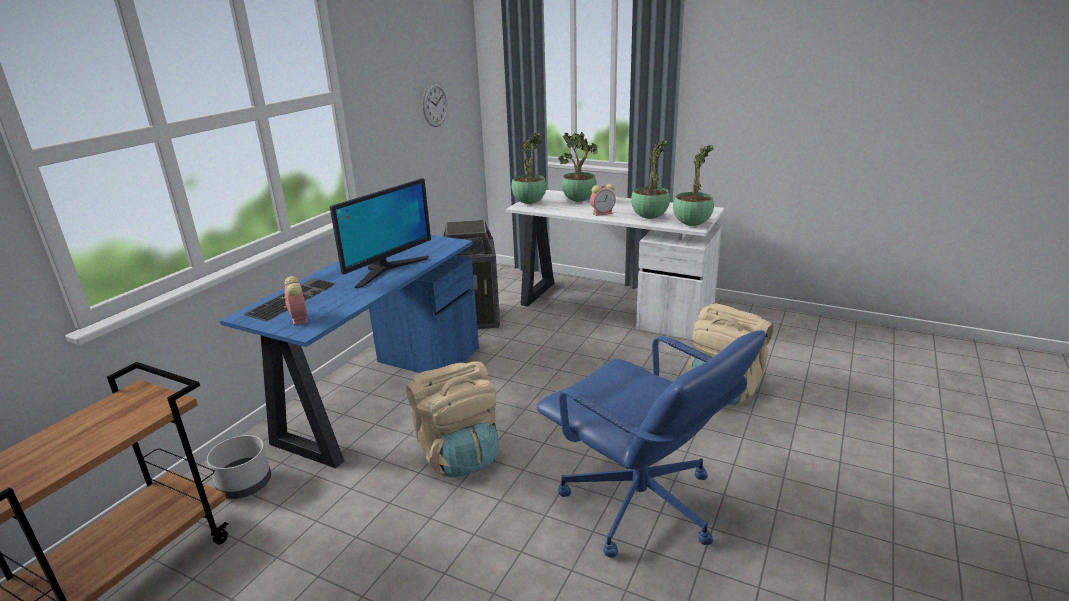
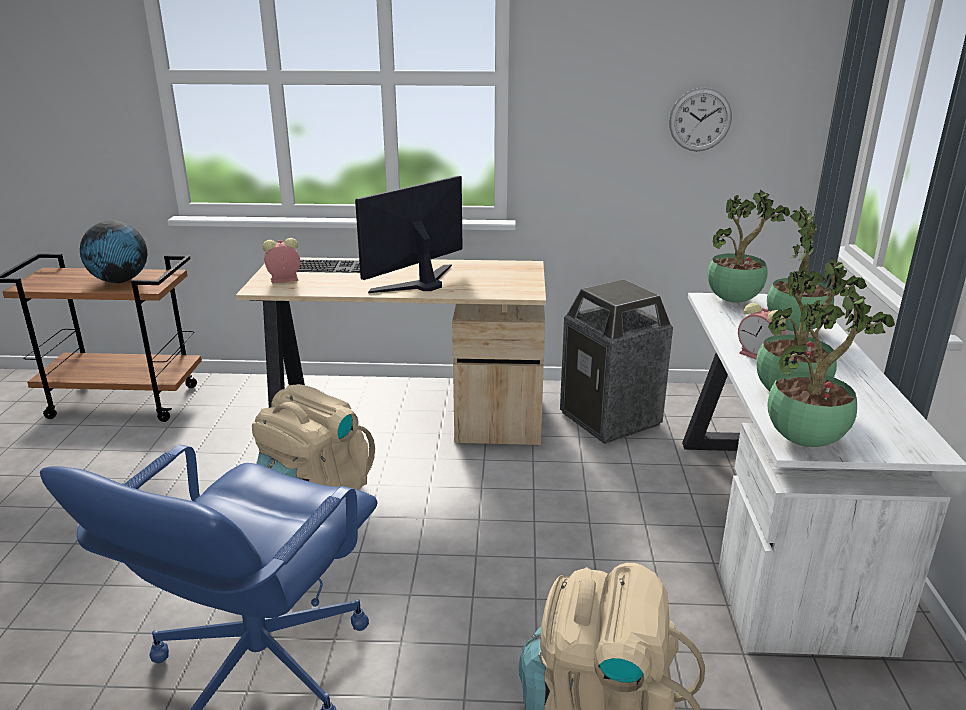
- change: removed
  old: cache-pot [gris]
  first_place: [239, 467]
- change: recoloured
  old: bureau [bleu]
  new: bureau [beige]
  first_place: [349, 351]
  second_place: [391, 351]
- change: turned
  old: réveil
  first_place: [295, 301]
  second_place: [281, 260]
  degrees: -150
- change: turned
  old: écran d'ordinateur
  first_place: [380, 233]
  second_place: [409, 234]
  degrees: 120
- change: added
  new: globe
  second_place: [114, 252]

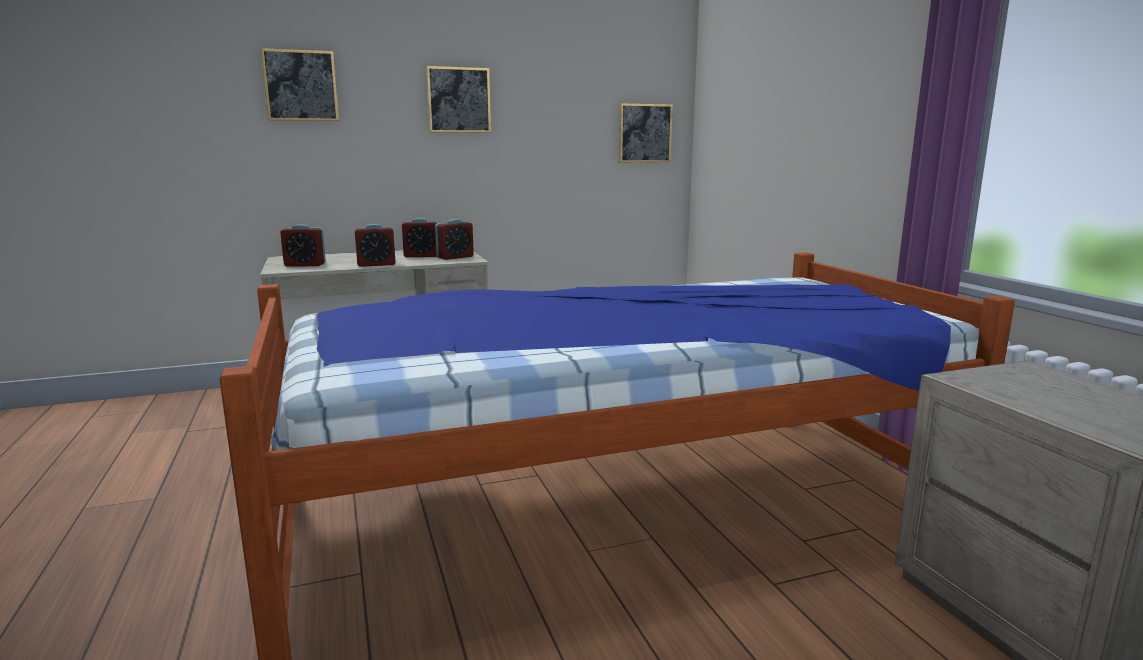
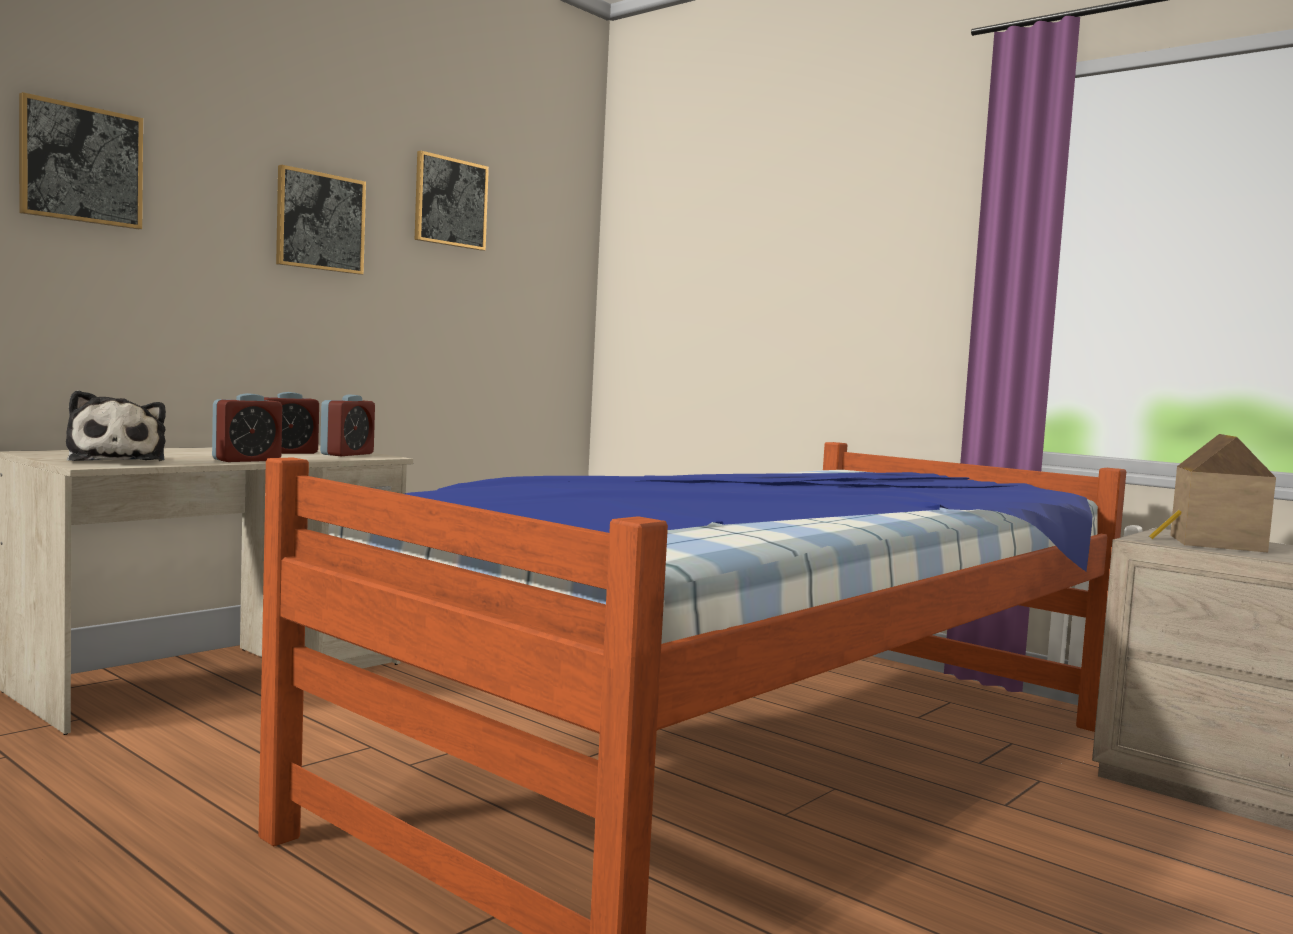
- change: replaced
  old: réveil
  new: peluche
  first_place: [303, 245]
  second_place: [116, 425]
- change: moved
  old: tableau
  first_place: [646, 132]
  second_place: [452, 201]
- change: added
  new: maison miniature
  second_place: [1212, 493]

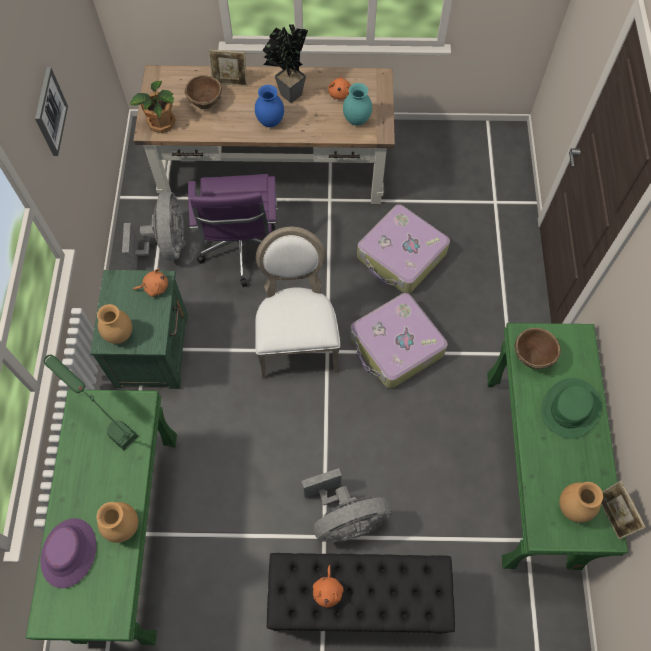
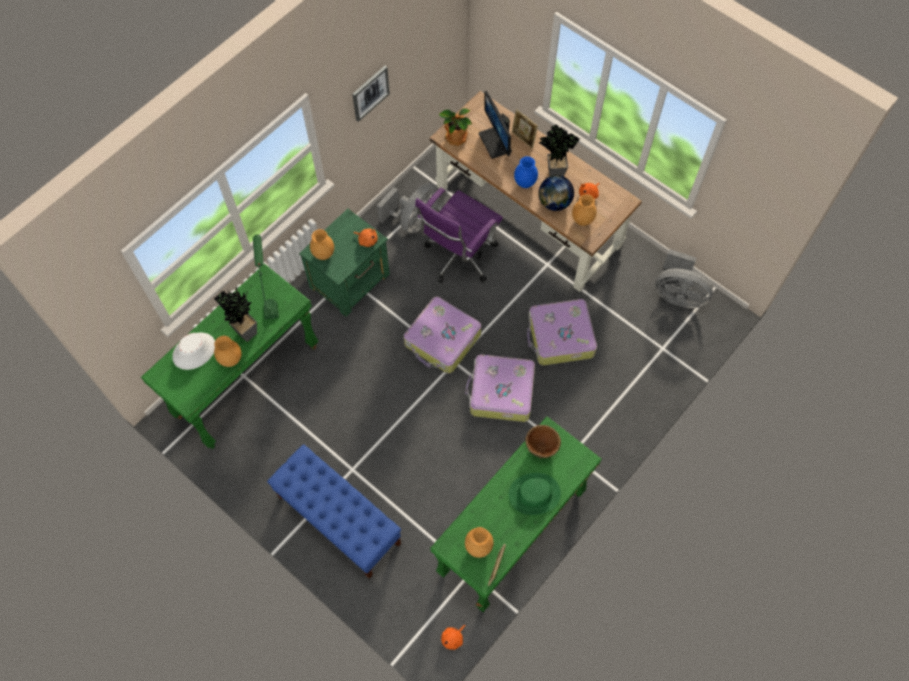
- change: recoloured
  old: chapeau [violet]
  new: chapeau [blanc]
  first_place: [68, 553]
  second_place: [193, 351]
- change: replaced
  old: bol [marron]
  new: écran d'ordinateur
  first_place: [203, 92]
  second_place: [495, 125]
- change: replaced
  old: chaise [blanc]
  new: valise
  first_place: [297, 303]
  second_place: [442, 335]
- change: recoloured
  old: banc [noir]
  new: banc [bleu]
  first_place: [361, 593]
  second_place: [334, 511]
- change: moved
  old: ventilateur [gris]
  first_place: [346, 505]
  second_place: [684, 278]
- change: moved
  old: peluche [orange]
  first_place: [328, 586]
  second_place: [453, 637]
- change: recoloured
  old: vase [turquoise]
  new: vase [marron]
  first_place: [357, 104]
  second_place: [584, 210]
- change: added
  new: plante en pot
  second_place: [235, 315]
- change: added
  new: globe
  second_place: [556, 193]

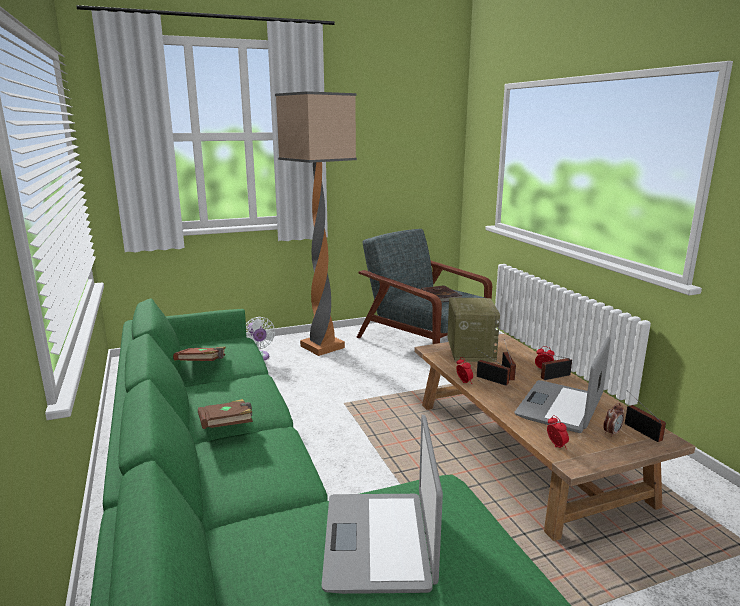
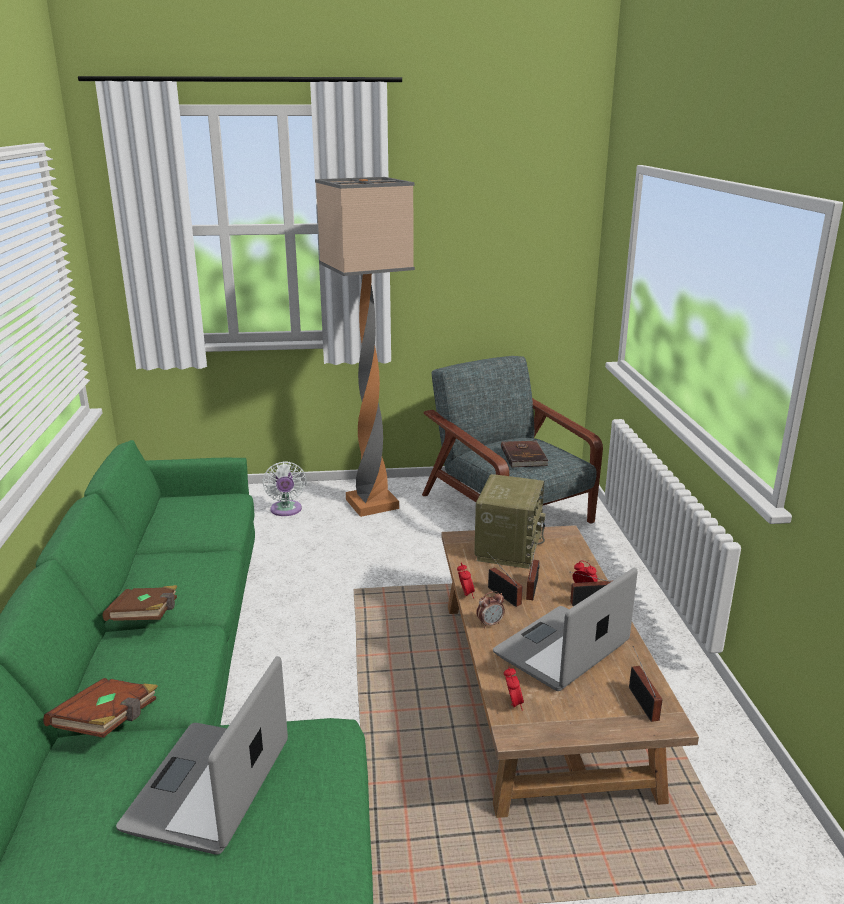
- change: moved
  old: livre [marron]
  first_place: [199, 354]
  second_place: [100, 708]
- change: moved
  old: réveil
  first_place: [613, 420]
  second_place: [490, 609]

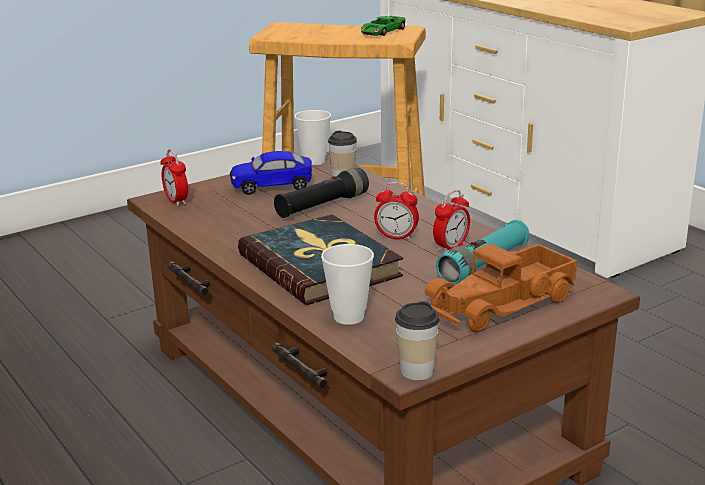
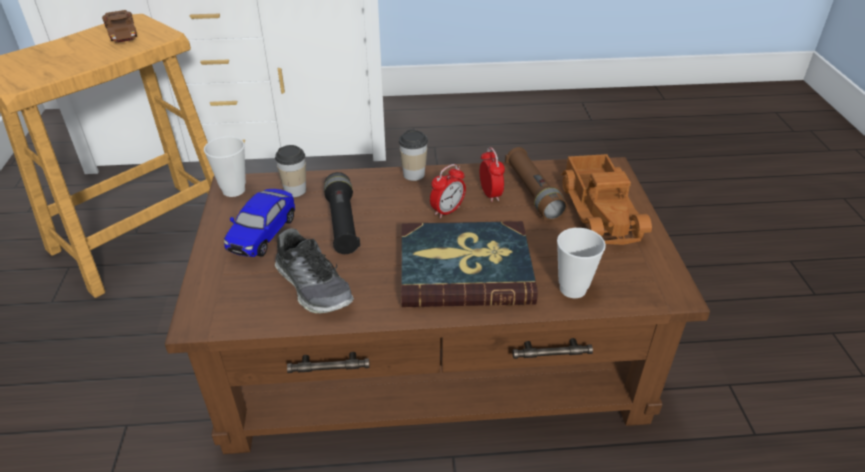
- change: removed
  old: réveil
  first_place: [174, 178]
- change: recoloured
  old: petite voiture [vert]
  new: petite voiture [marron]
  first_place: [383, 26]
  second_place: [119, 26]
- change: moved
  old: tasse
  first_place: [417, 340]
  second_place: [413, 155]
- change: recoloured
  old: lampe de poche [turquoise]
  new: lampe de poche [marron]
  first_place: [483, 252]
  second_place: [536, 184]
- change: added
  new: chaussure
  second_place: [314, 270]

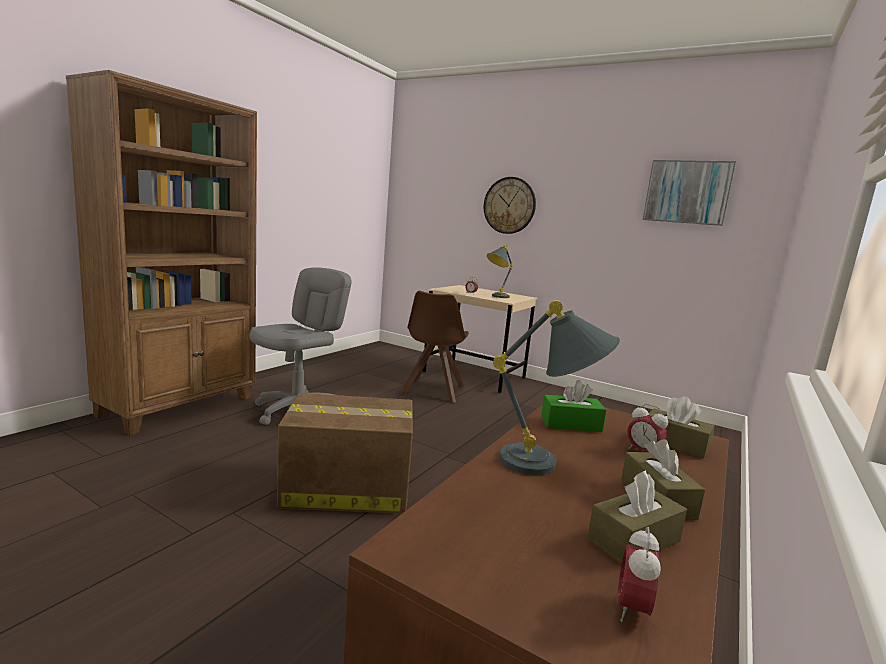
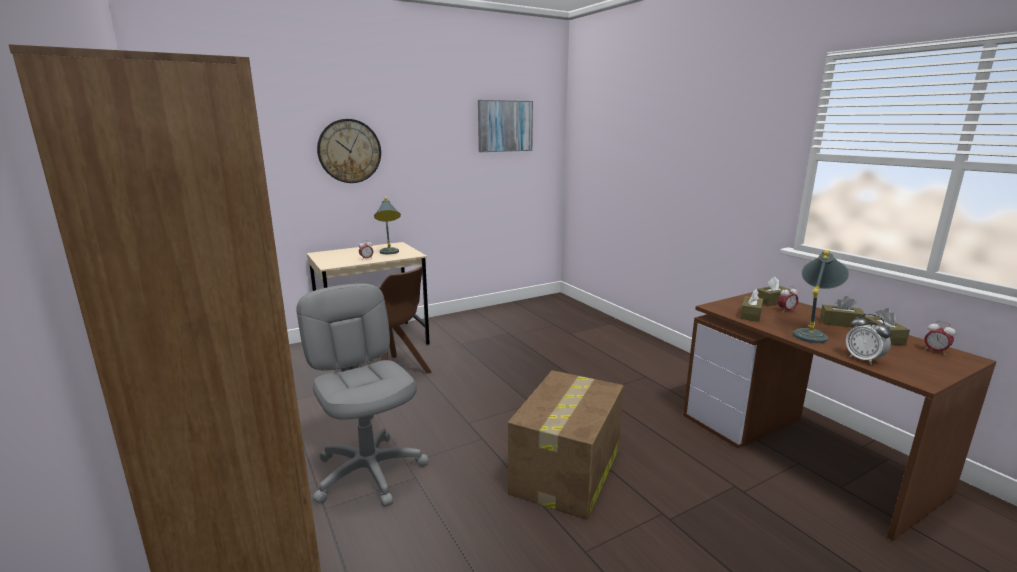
- change: recoloured
  old: boîte à mouchoirs [vert]
  new: boîte à mouchoirs [marron]
  first_place: [573, 406]
  second_place: [751, 305]
- change: added
  new: réveil
  second_place: [868, 339]

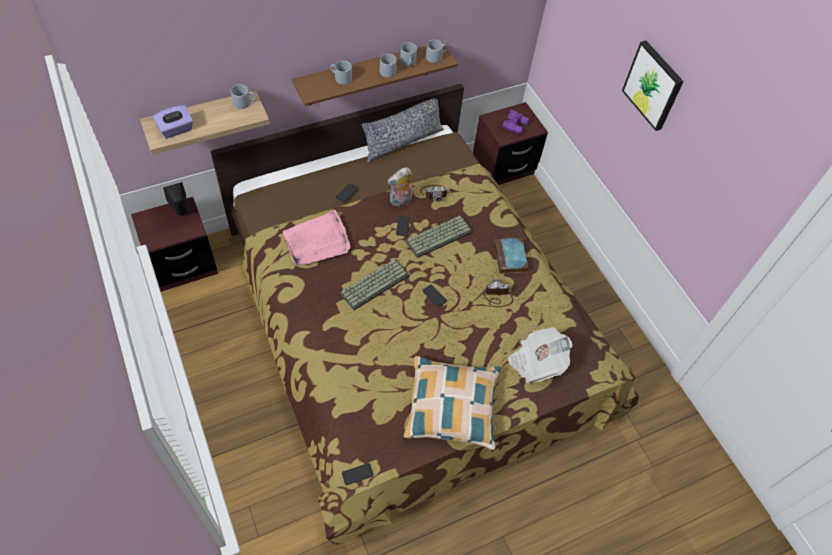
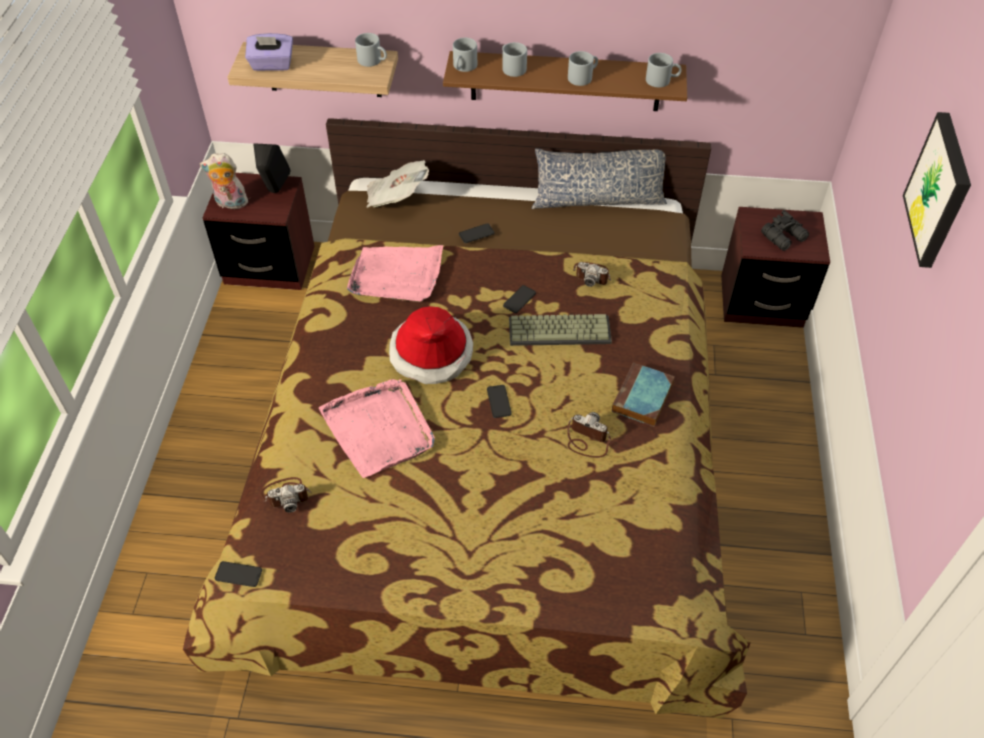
- change: replaced
  old: clavier
  new: chapeau
  first_place: [374, 284]
  second_place: [431, 345]
- change: moved
  old: peluche
  first_place: [400, 186]
  second_place: [224, 181]
- change: moved
  old: mug [gris]
  first_place: [408, 54]
  second_place: [465, 55]
- change: removed
  old: coussin
  first_place: [451, 403]
- change: recoloured
  old: jumelles [violet]
  new: jumelles [noir]
  first_place: [515, 122]
  second_place: [785, 230]
- change: moved
  old: journal
  first_place: [540, 355]
  second_place: [397, 184]
- change: added
  new: appareil photo
  second_place: [286, 495]
- change: added
  new: plateau [rose]
  second_place: [377, 428]

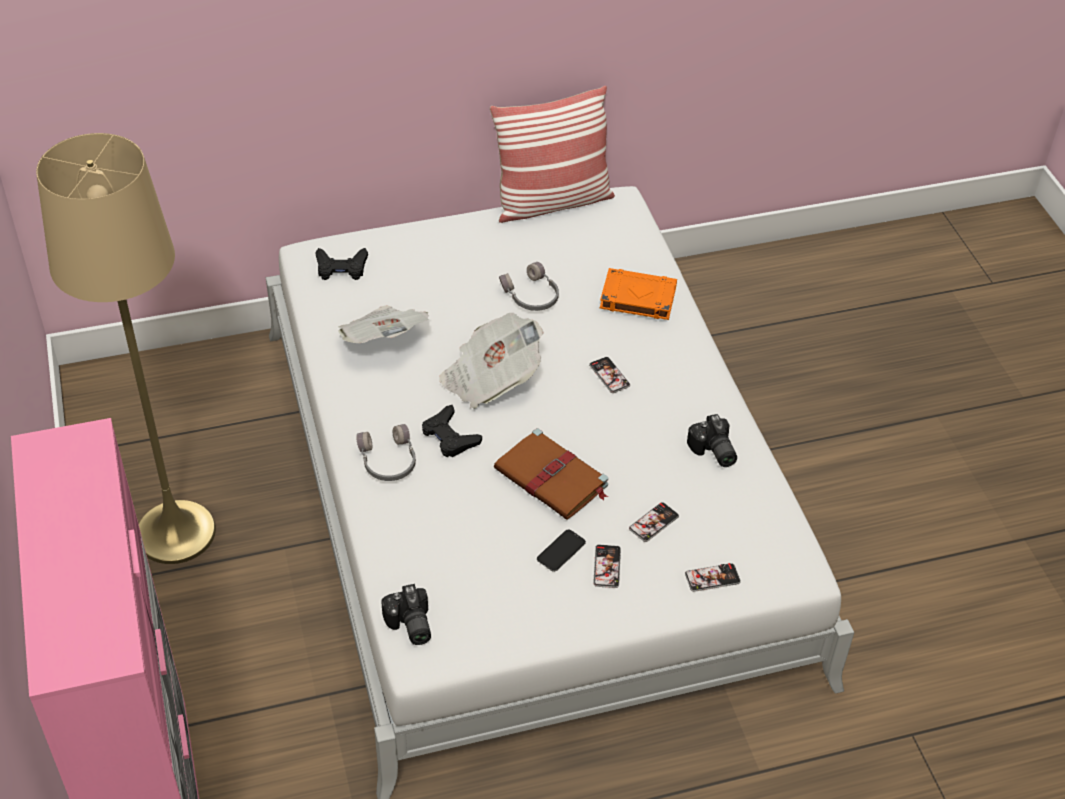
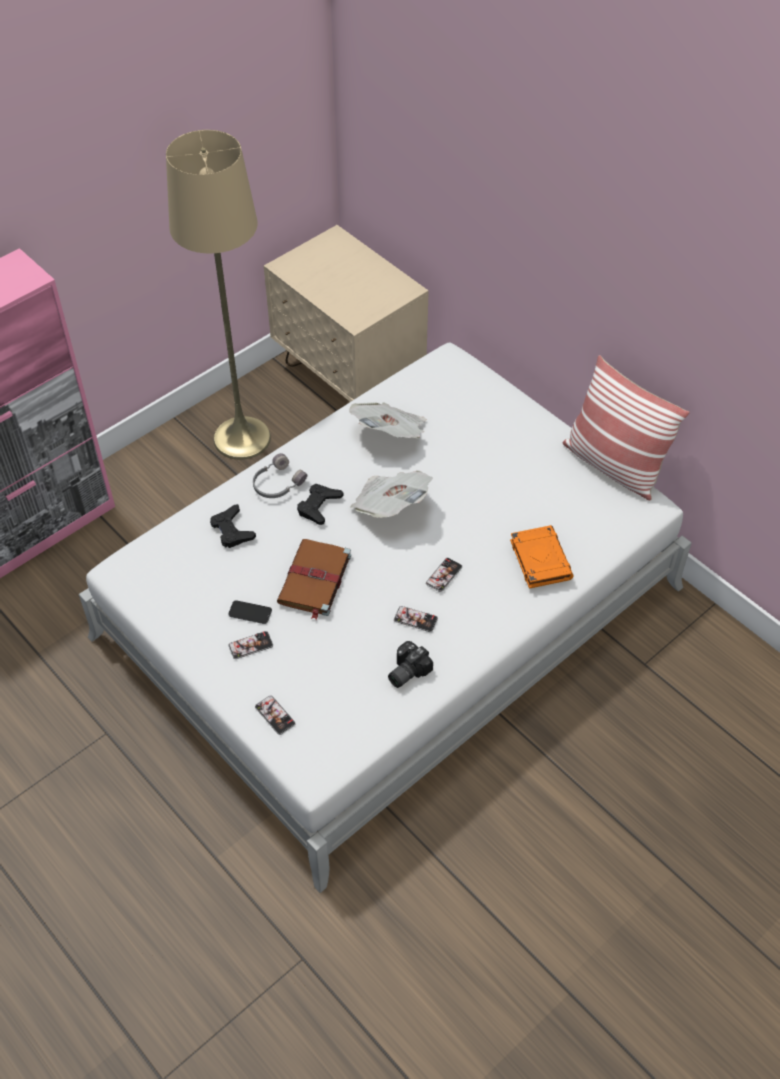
- change: moved
  old: manette [noir]
  first_place: [341, 264]
  second_place: [233, 526]
- change: removed
  old: appareil photo
  first_place: [406, 614]
- change: removed
  old: casque audio [gris]
  first_place: [529, 286]
- change: moved
  old: téléphone
  first_place: [654, 522]
  second_place: [416, 619]
- change: added
  new: table de chevet [beige]
  second_place: [346, 313]

